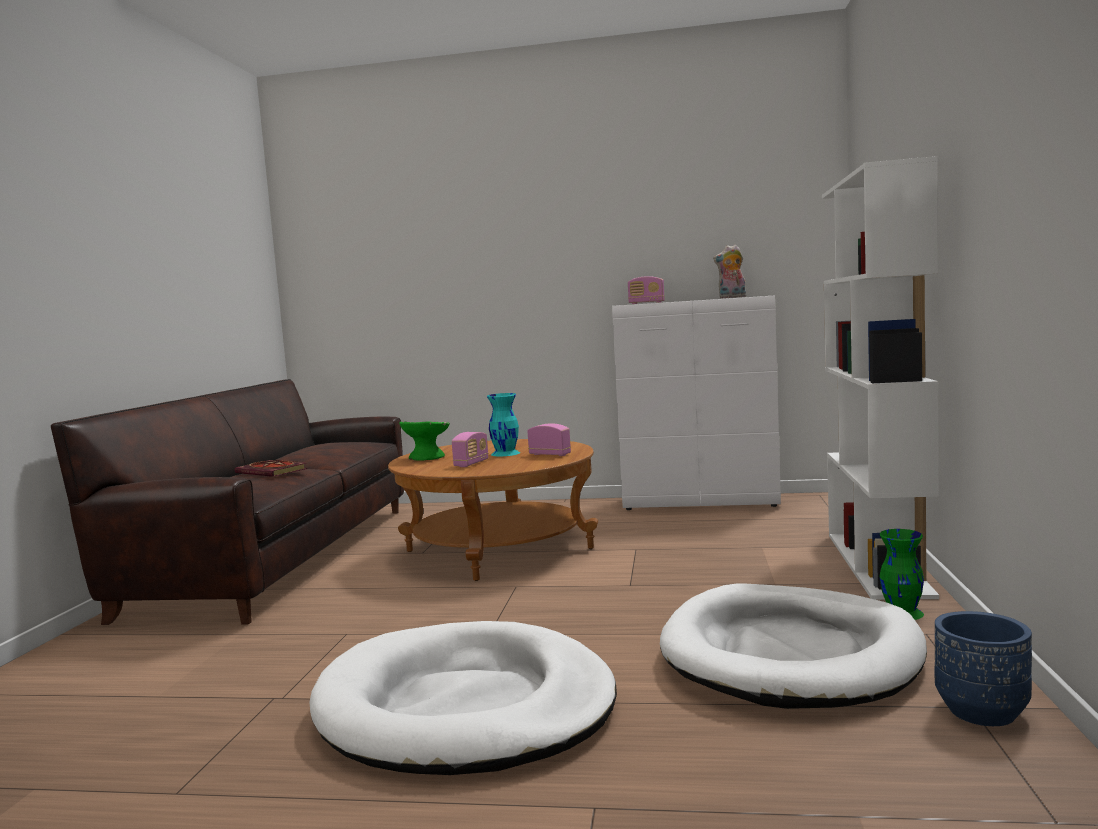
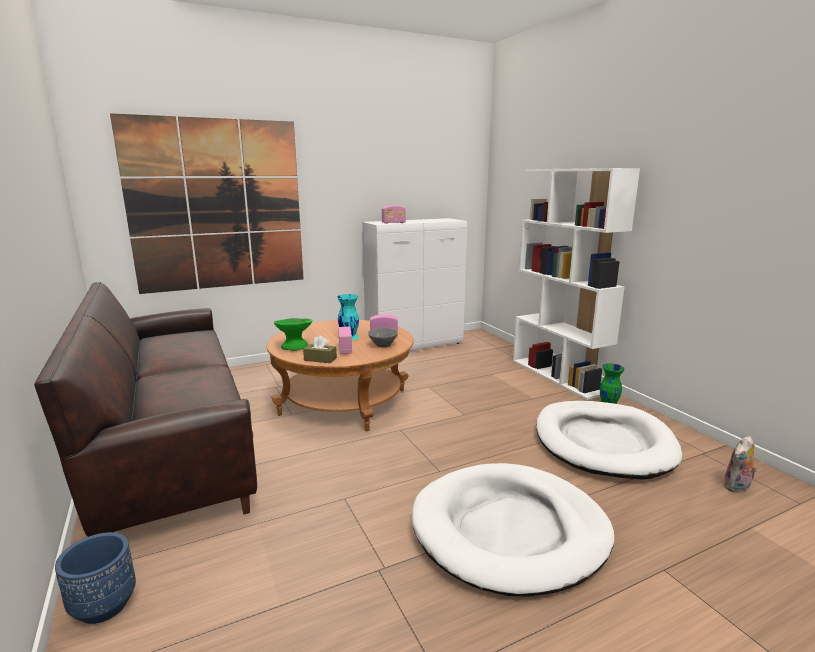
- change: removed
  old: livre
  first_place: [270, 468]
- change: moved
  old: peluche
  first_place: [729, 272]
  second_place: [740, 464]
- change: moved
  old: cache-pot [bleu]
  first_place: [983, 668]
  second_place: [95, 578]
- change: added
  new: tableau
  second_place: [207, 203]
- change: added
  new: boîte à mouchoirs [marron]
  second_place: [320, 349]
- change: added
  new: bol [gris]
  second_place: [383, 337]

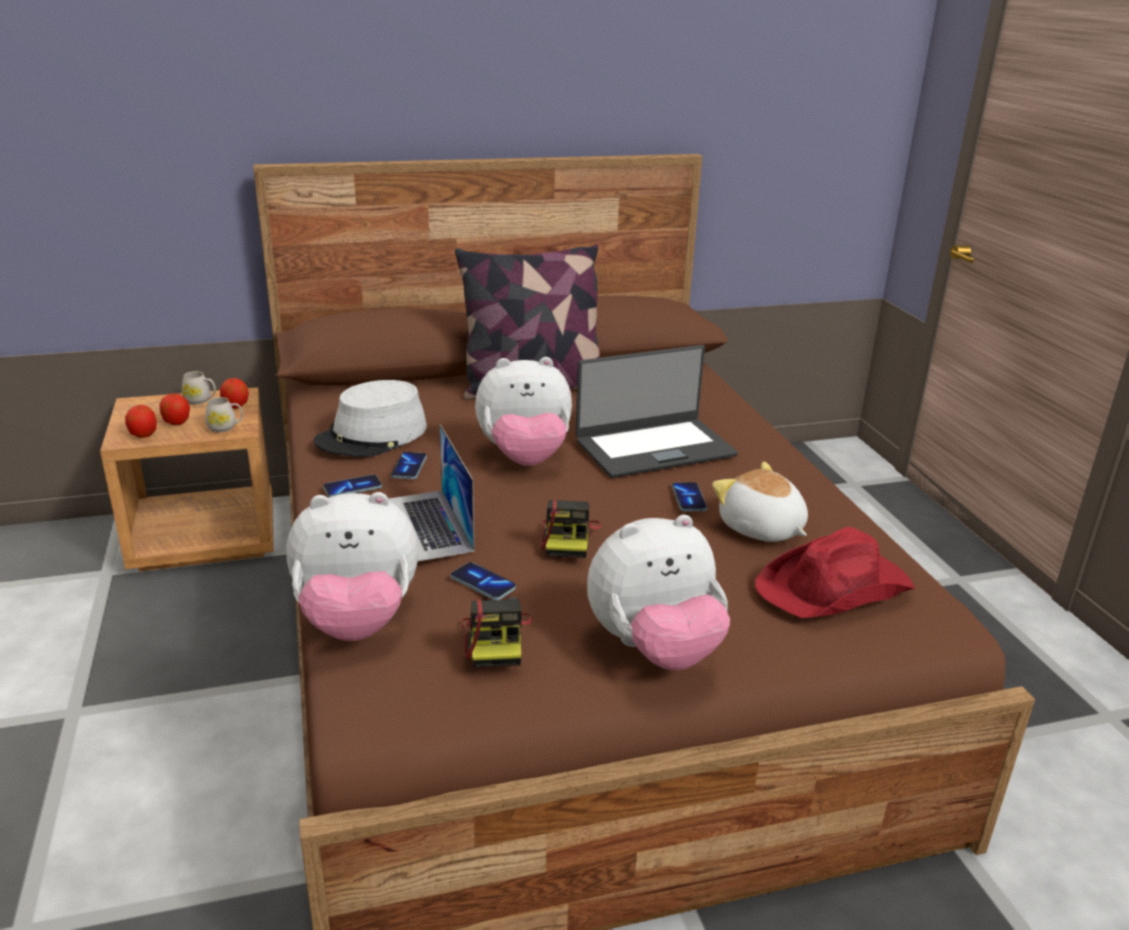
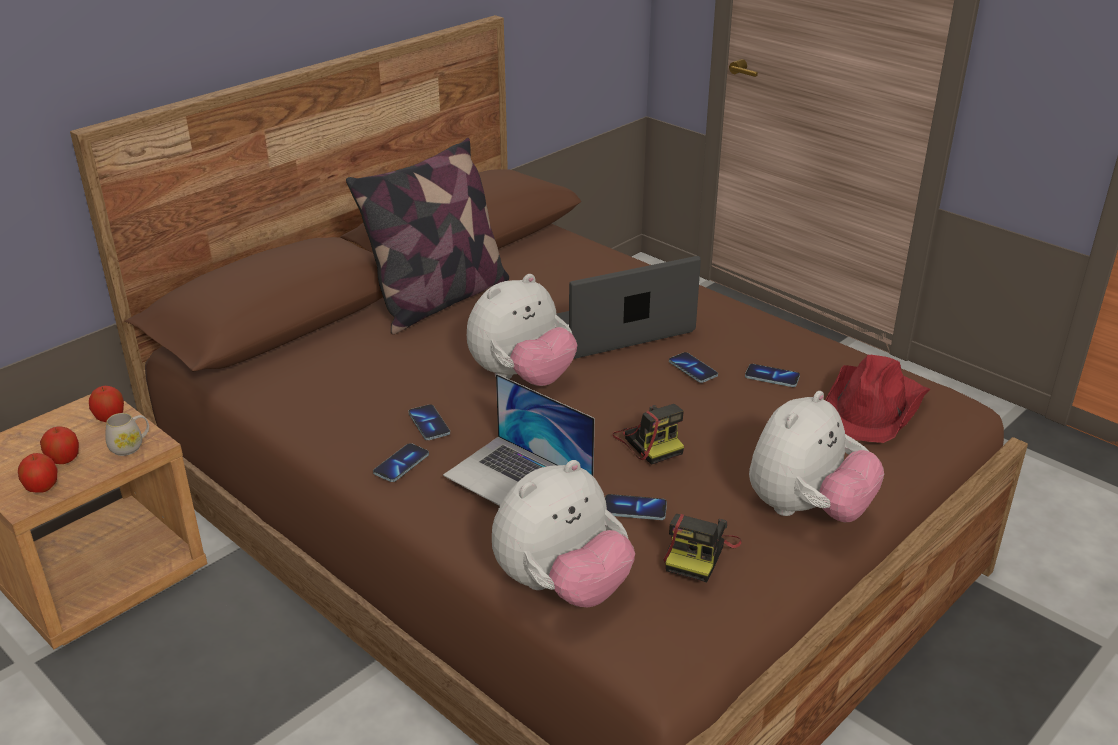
- change: removed
  old: mug [blanc]
  first_place: [199, 388]
- change: removed
  old: chapeau [gris]
  first_place: [370, 418]
- change: turned
  old: appareil photo
  first_place: [496, 632]
  second_place: [702, 548]
  degrees: 60
- change: turned
  old: ordinateur portable
  first_place: [656, 411]
  second_place: [629, 307]
  degrees: -150
- change: replaced
  old: peluche
  new: téléphone
  first_place: [760, 502]
  second_place: [772, 375]

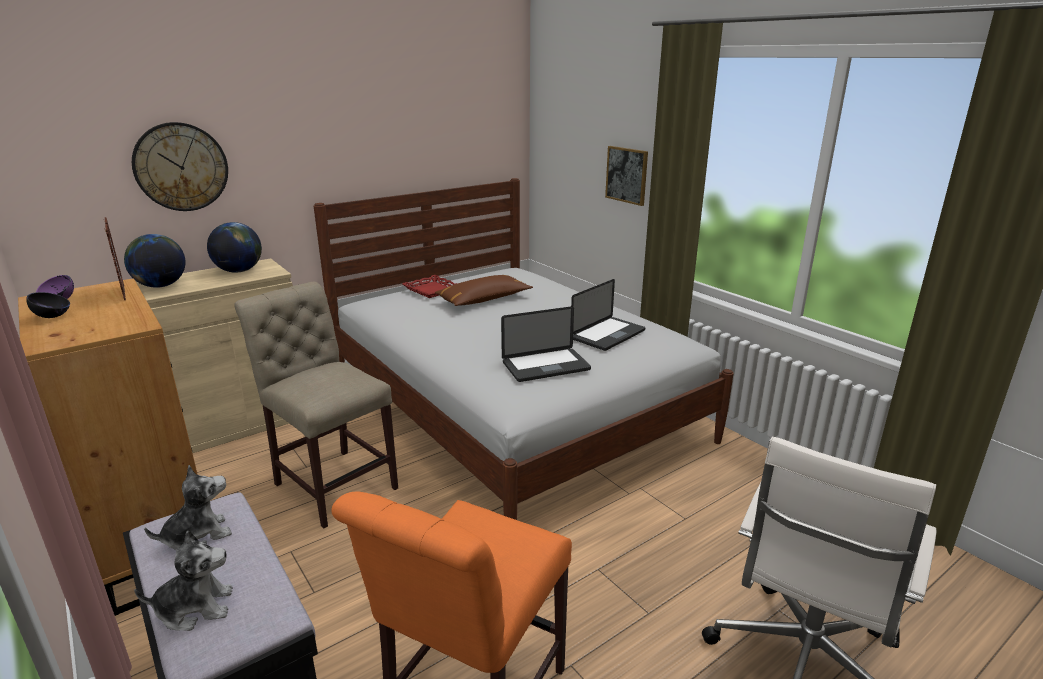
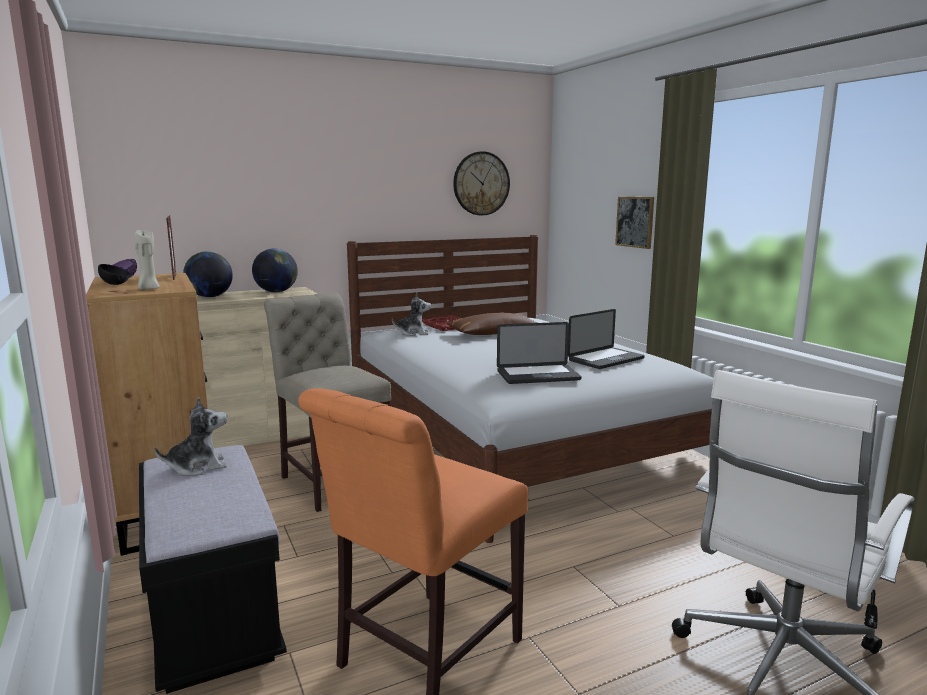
- change: moved
  old: horloge murale
  first_place: [180, 166]
  second_place: [481, 183]
- change: moved
  old: peluche
  first_place: [183, 580]
  second_place: [411, 314]
- change: added
  new: bougie [beige]
  second_place: [147, 260]

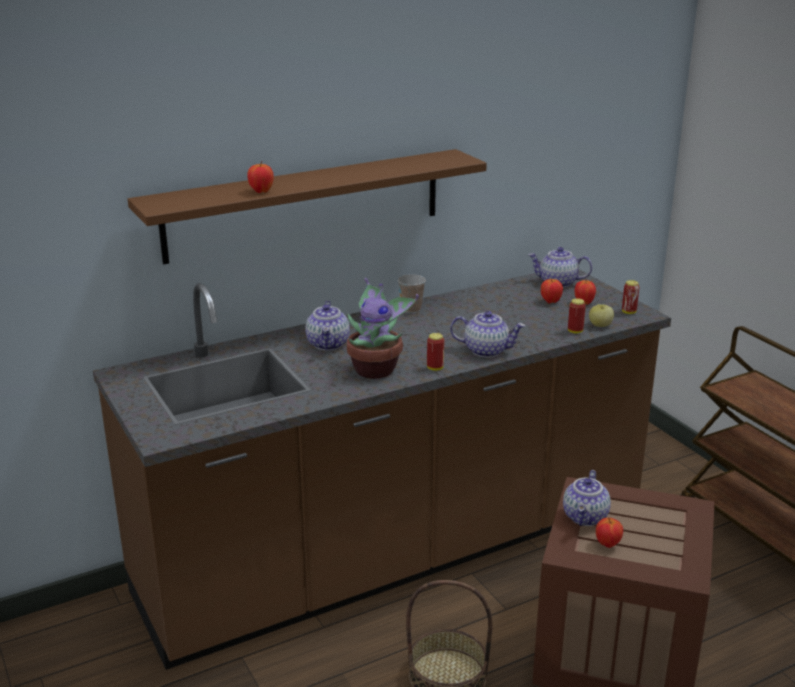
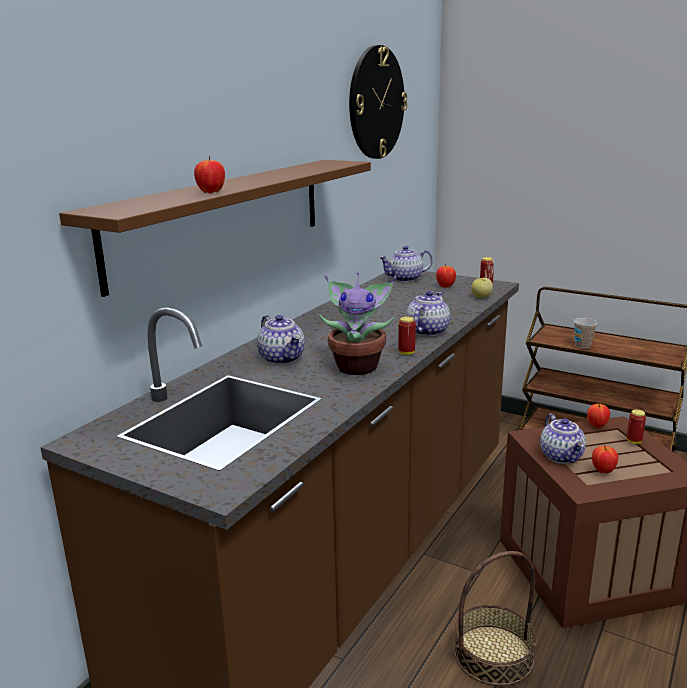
- change: moved
  old: tasse
  first_place: [412, 293]
  second_place: [585, 333]
- change: turned
  old: théière
  first_place: [487, 334]
  second_place: [428, 313]
  degrees: -45
- change: moved
  old: pomme
  first_place: [552, 291]
  second_place: [598, 415]
- change: moved
  old: boîte métallique
  first_place: [577, 316]
  second_place: [636, 426]
- change: added
  new: horloge murale
  second_place: [378, 102]

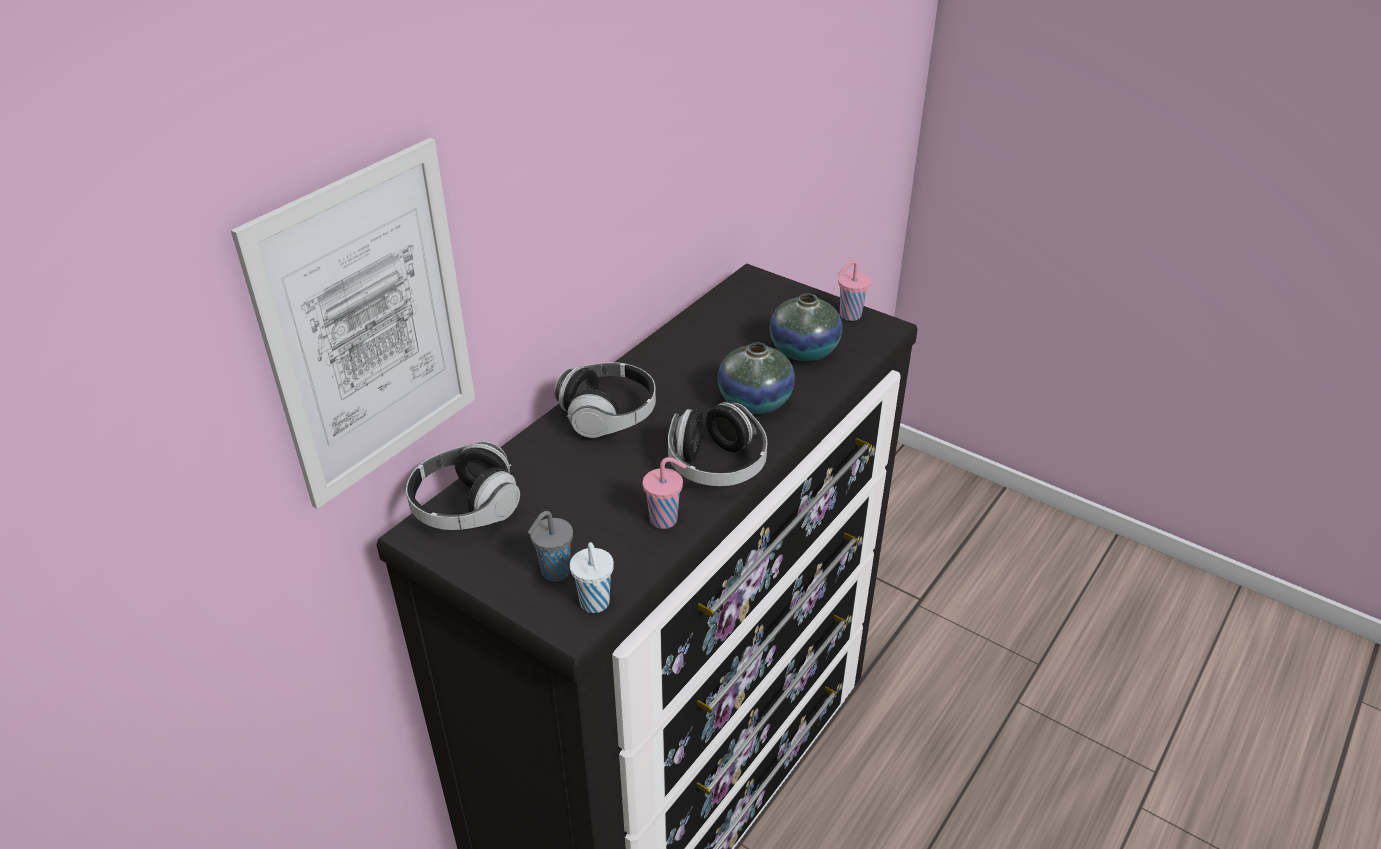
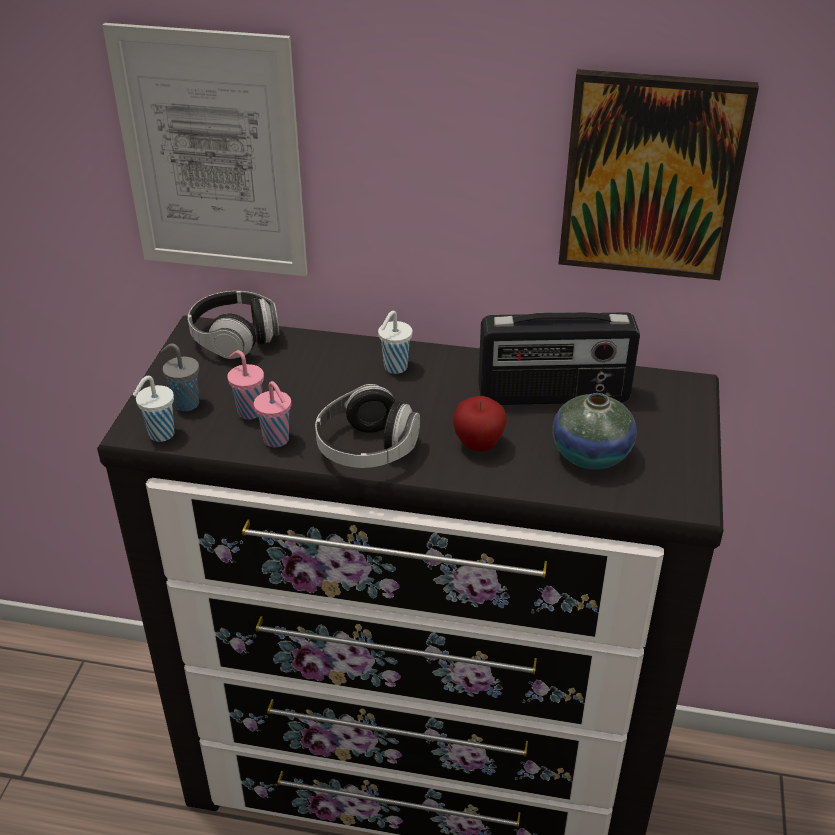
- change: replaced
  old: casque audio
  new: tasse [blanc]
  first_place: [605, 400]
  second_place: [395, 342]
- change: replaced
  old: vase
  new: pomme
  first_place: [756, 378]
  second_place: [480, 423]
- change: moved
  old: tasse [rose]
  first_place: [854, 290]
  second_place: [245, 384]
- change: added
  new: radio
  second_place: [559, 358]
- change: added
  new: tableau
  second_place: [659, 174]

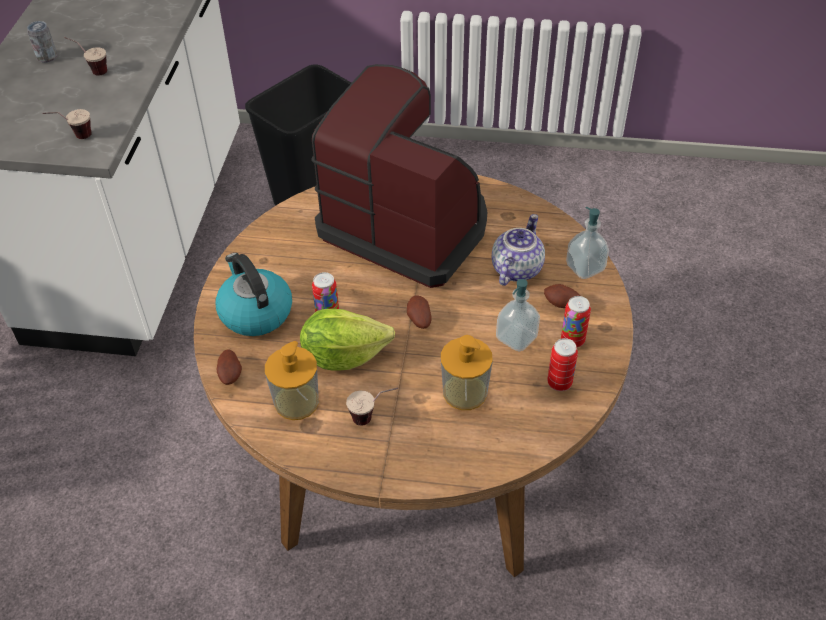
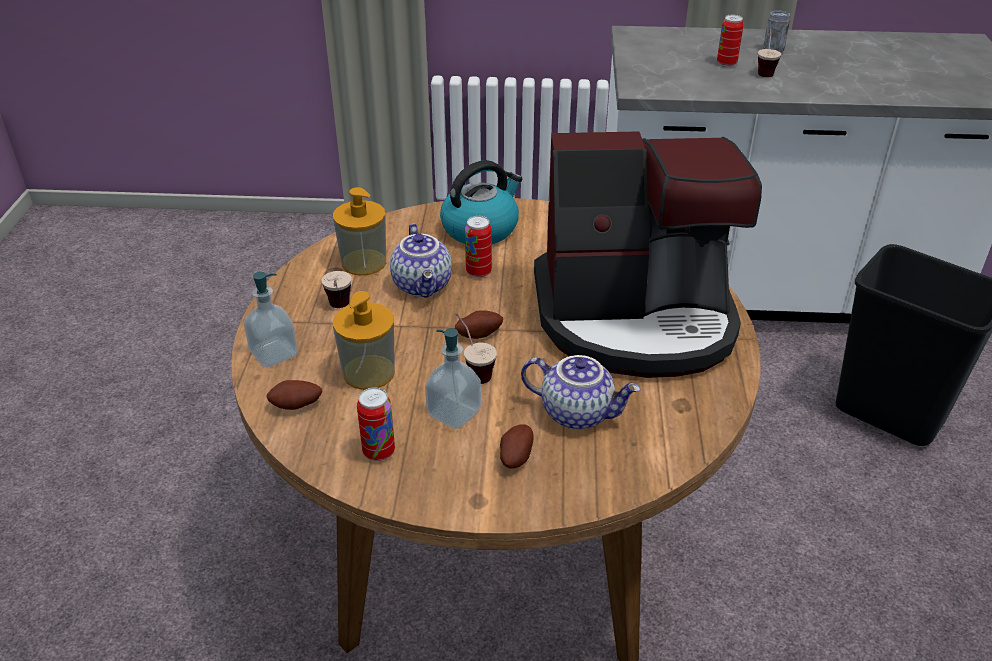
- change: moved
  old: tasse
  first_place: [67, 124]
  second_place: [476, 348]
- change: moved
  old: pomme de terre
  first_place: [229, 367]
  second_place: [294, 395]
- change: replaced
  old: laitue
  new: théière
  first_place: [347, 340]
  second_place: [421, 260]
- change: turned
  old: machine à café
  first_place: [399, 176]
  second_place: [648, 254]
  degrees: 60
- change: moved
  old: boîte métallique
  first_place: [576, 322]
  second_place: [730, 41]
- change: moved
  old: distributeur de savon
  first_place: [587, 243]
  second_place: [270, 319]

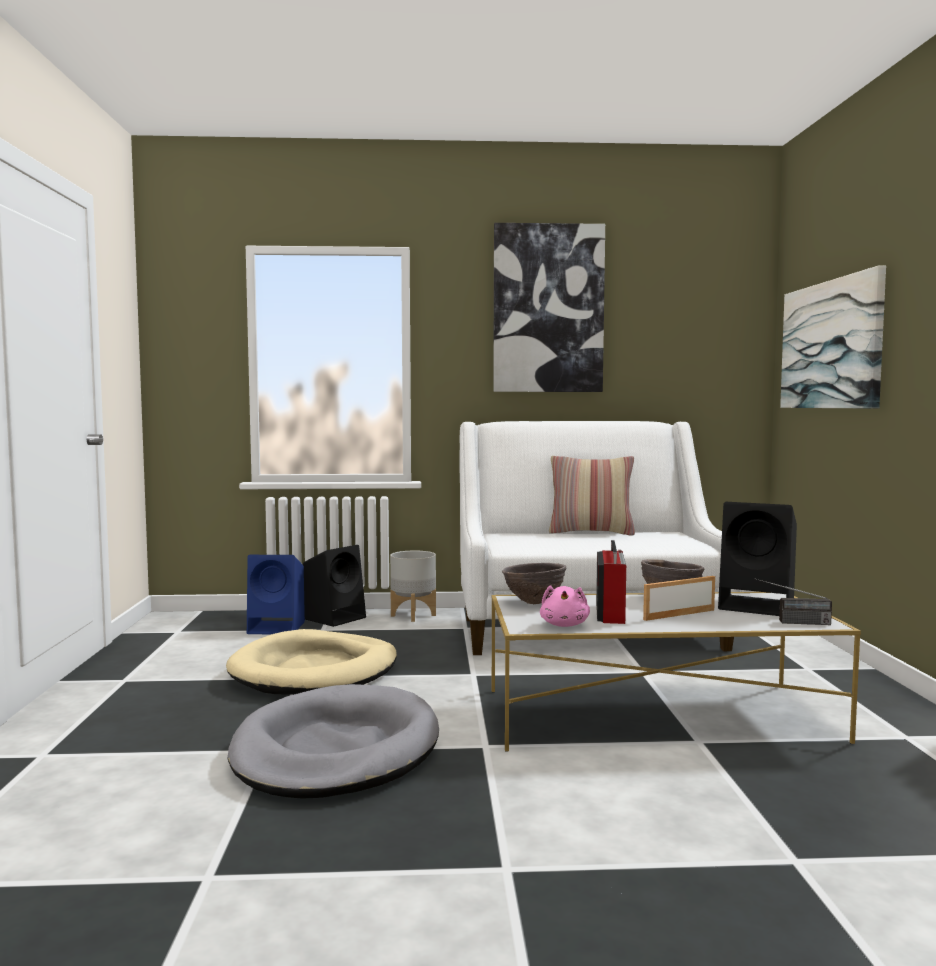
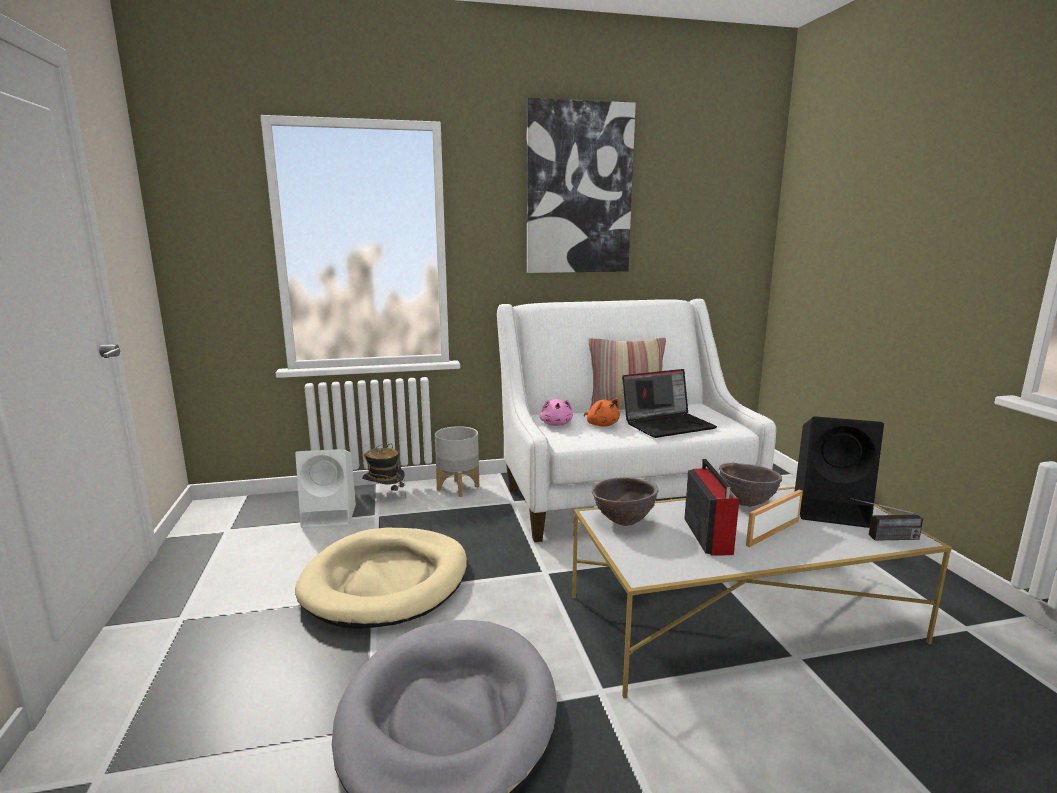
- change: recoloured
  old: enceinte [bleu]
  new: enceinte [blanc]
  first_place: [276, 594]
  second_place: [325, 488]
- change: replaced
  old: enceinte [noir]
  new: chapeau
  first_place: [334, 586]
  second_place: [384, 471]
- change: moved
  old: peluche [rose]
  first_place: [565, 606]
  second_place: [556, 412]
- change: removed
  old: tableau
  first_place: [833, 337]
- change: added
  new: peluche [orange]
  second_place: [602, 413]
- change: added
  new: ordinateur portable
  second_place: [669, 403]

